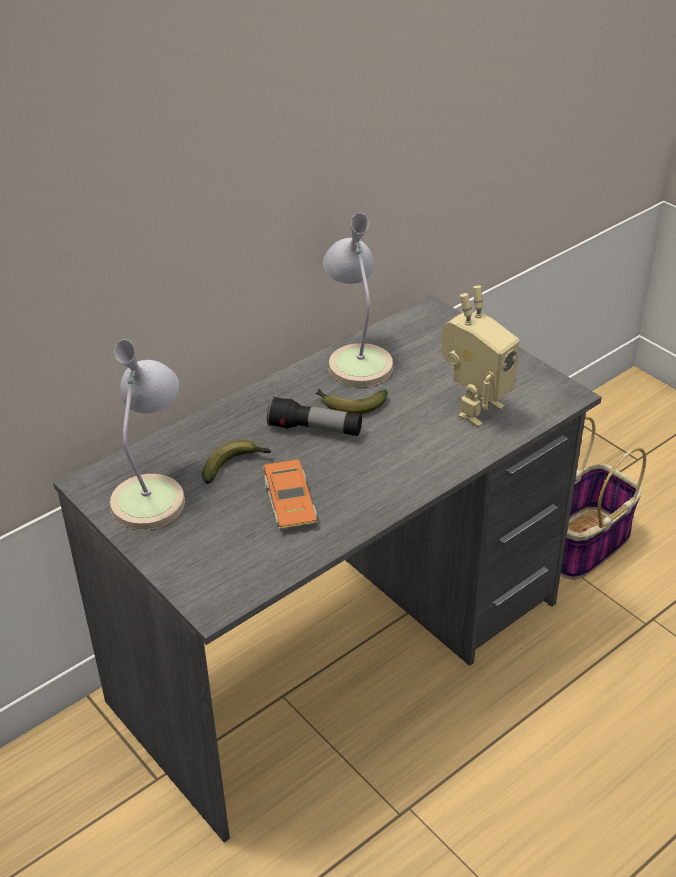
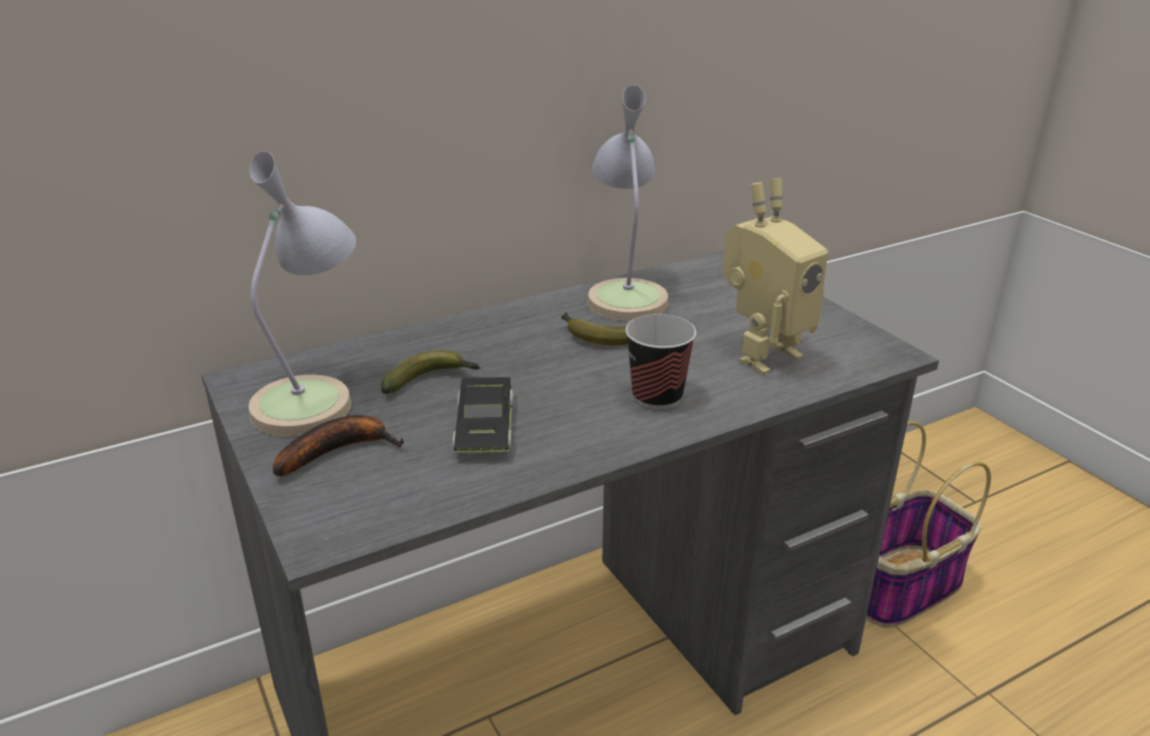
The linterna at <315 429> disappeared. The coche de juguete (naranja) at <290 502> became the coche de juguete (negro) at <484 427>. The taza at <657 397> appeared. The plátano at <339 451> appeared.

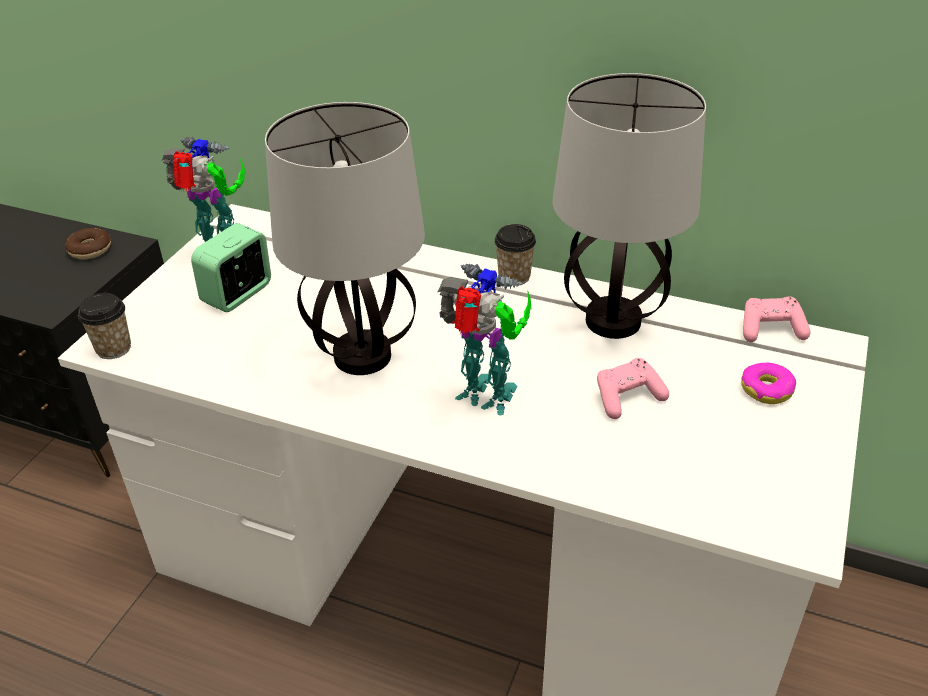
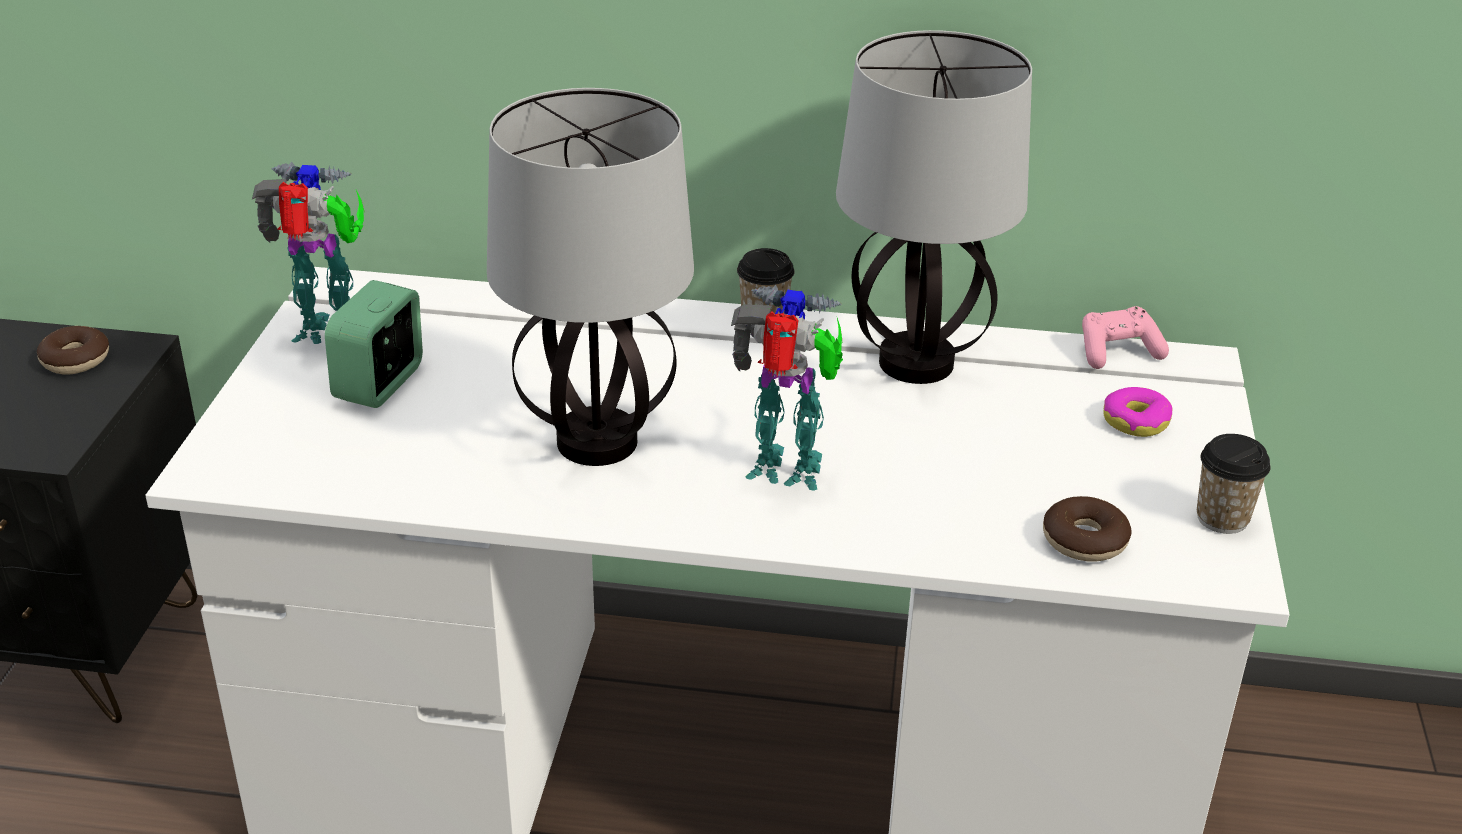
The taza moved from <114 348> to <1222 518>. The mando de consola (rosa) at <627 397> disappeared. The rosquilla at <1084 541> appeared.

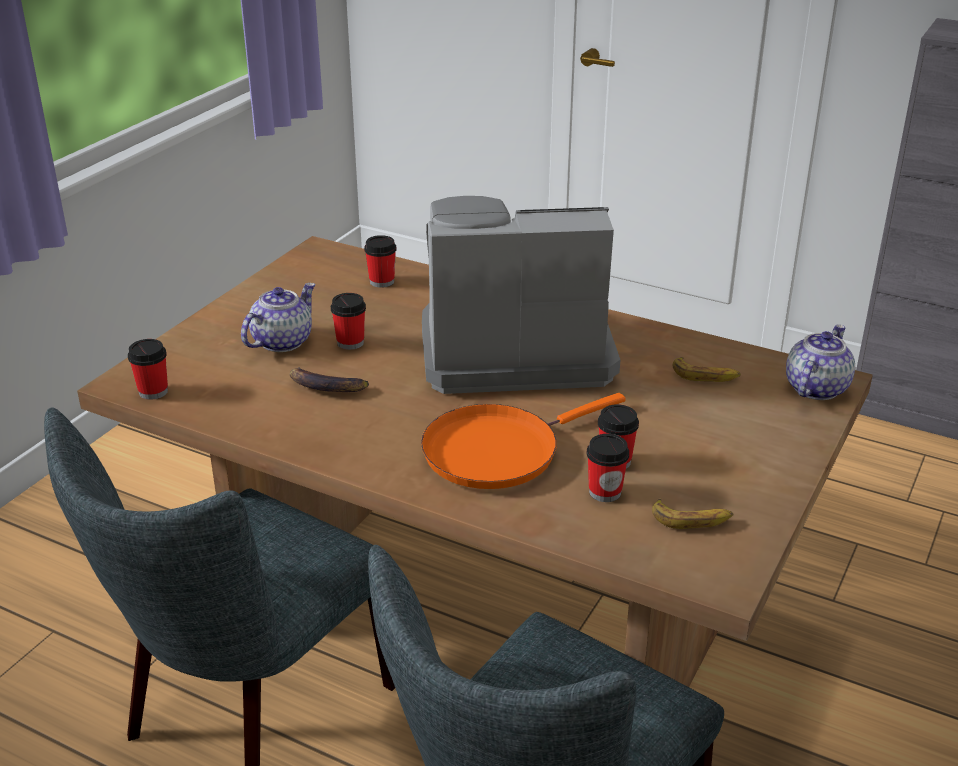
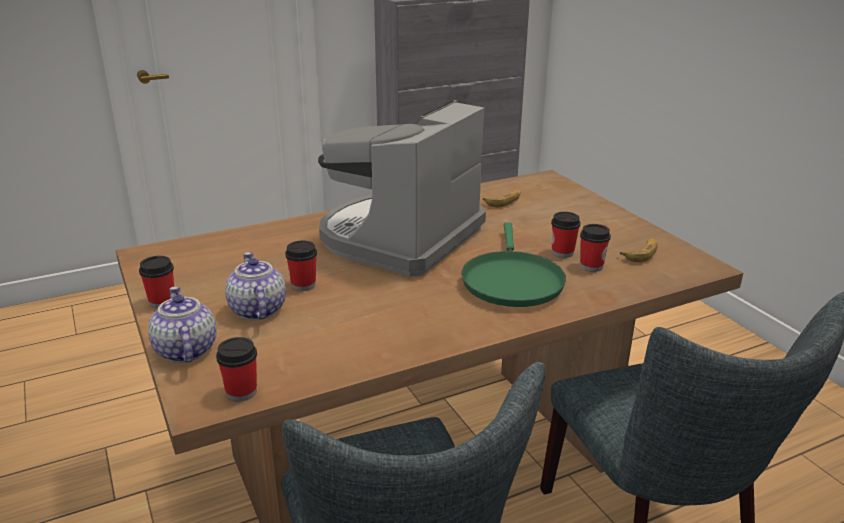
The taza moved from <382 281> to <162 302>. The tetera moved from <815 388> to <184 350>. The plátano at <325 387> disappeared. The sartén (naranja) at <498 450> became the sartén (verde) at <511 281>.

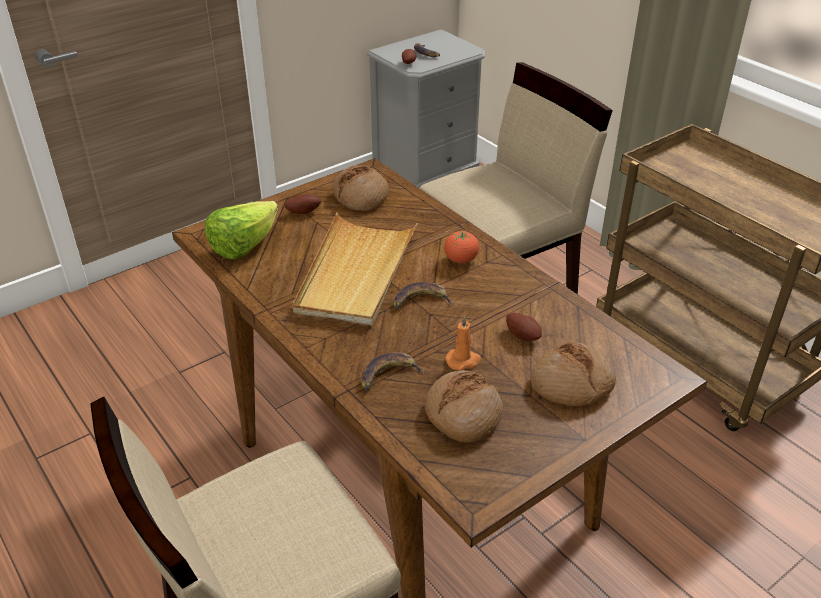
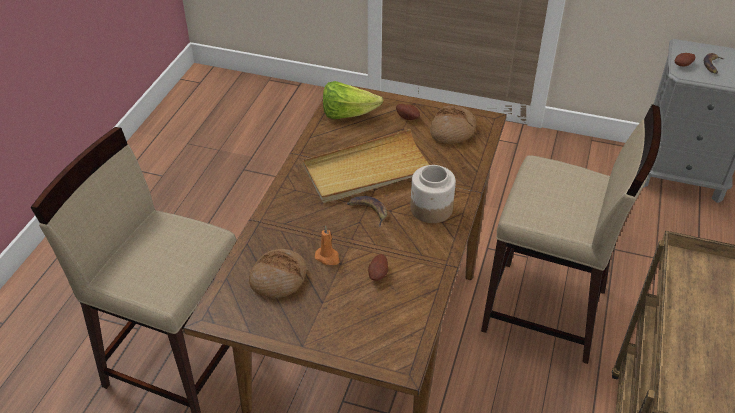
The tomate at <461 260> was replaced by the tarro at <431 209>. The pan at <571 385> disappeared. The plátano at <388 375> disappeared.

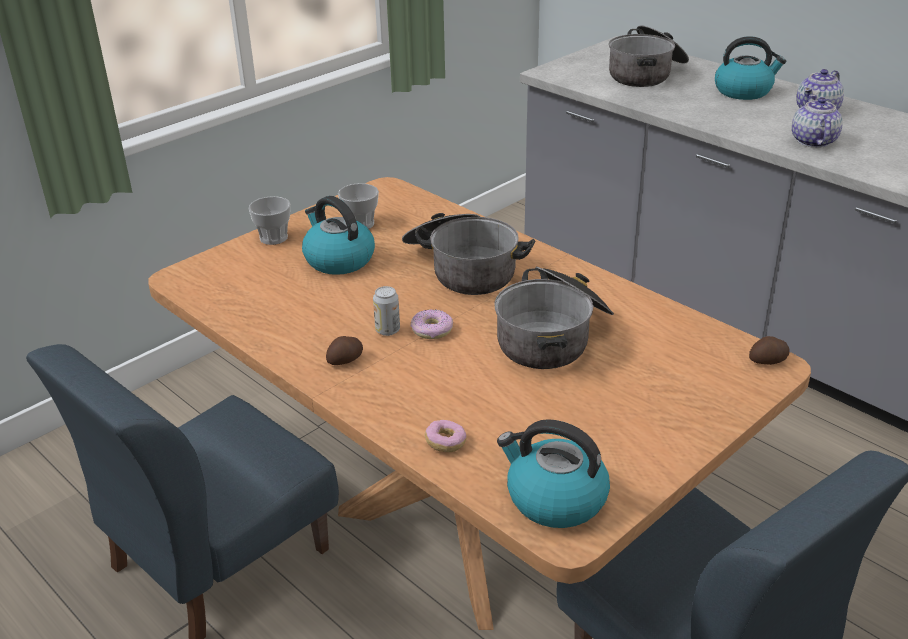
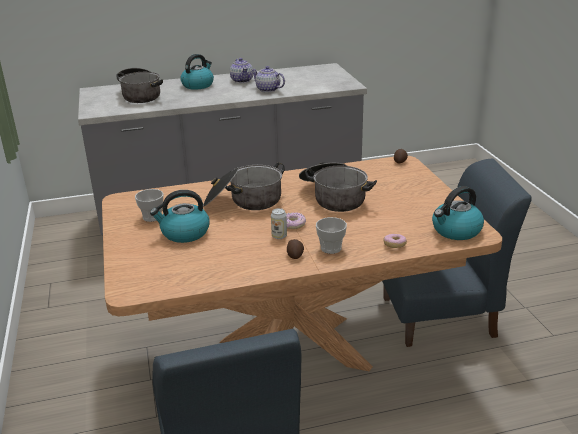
The taza moved from <273 238> to <331 248>.

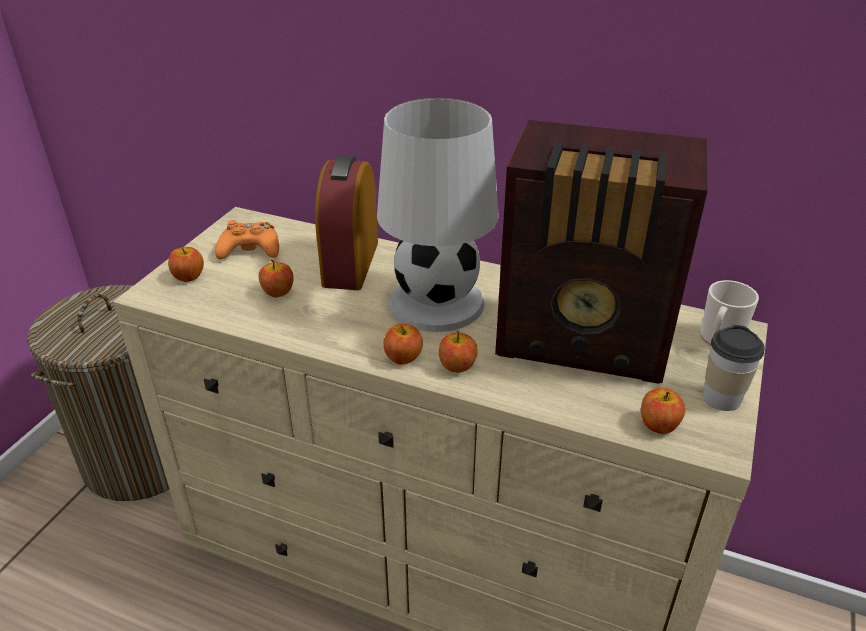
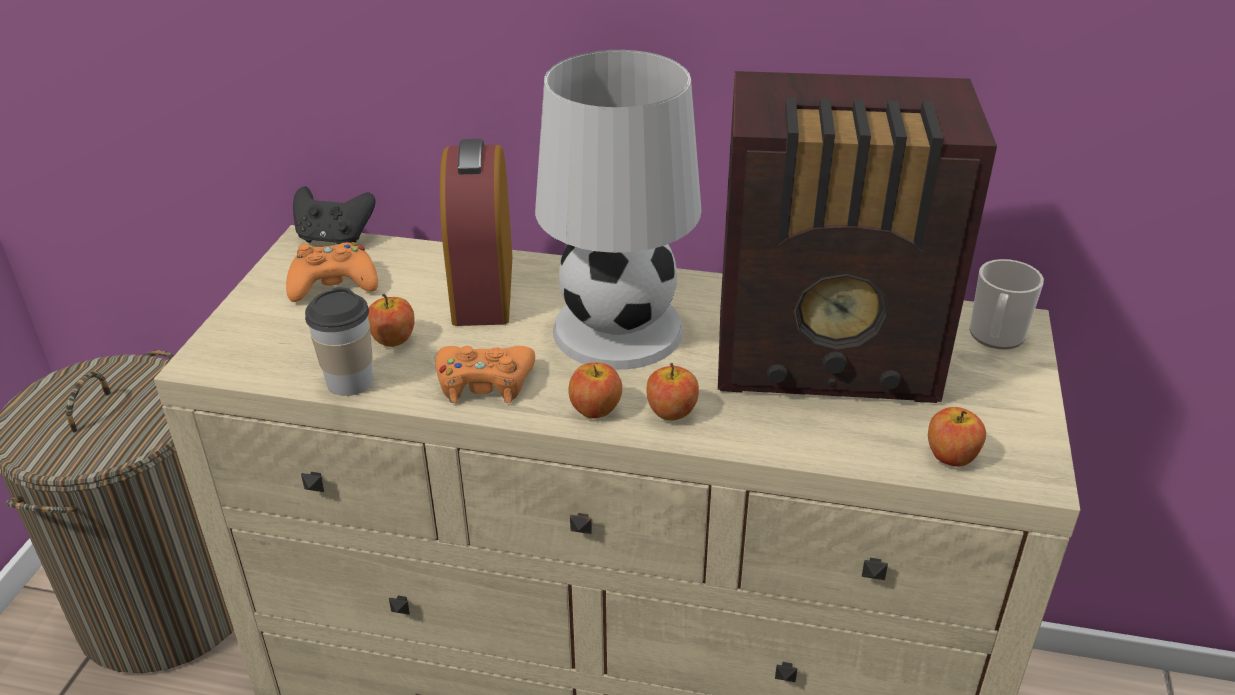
The manzana at <189 277> disappeared. The taza moved from <721 398> to <350 381>. The mando de consola (negro) at <335 239> appeared. The mando de consola (naranja) at <484 382> appeared.

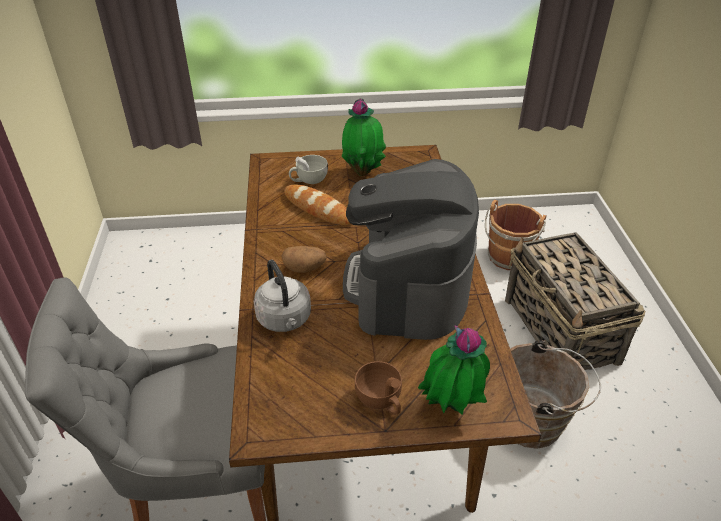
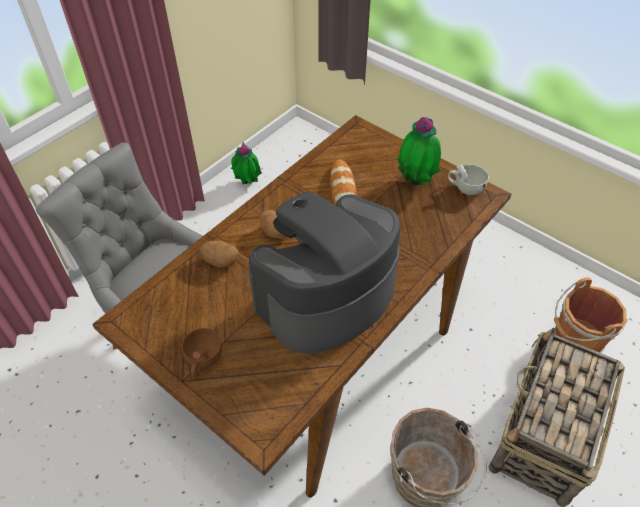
The taza (blanco) moved from <308 180> to <465 188>. The hervidor (gris) at <285 320> was replaced by the patata at <220 261>. The planta en maceta moved from <450 409> to <247 184>.

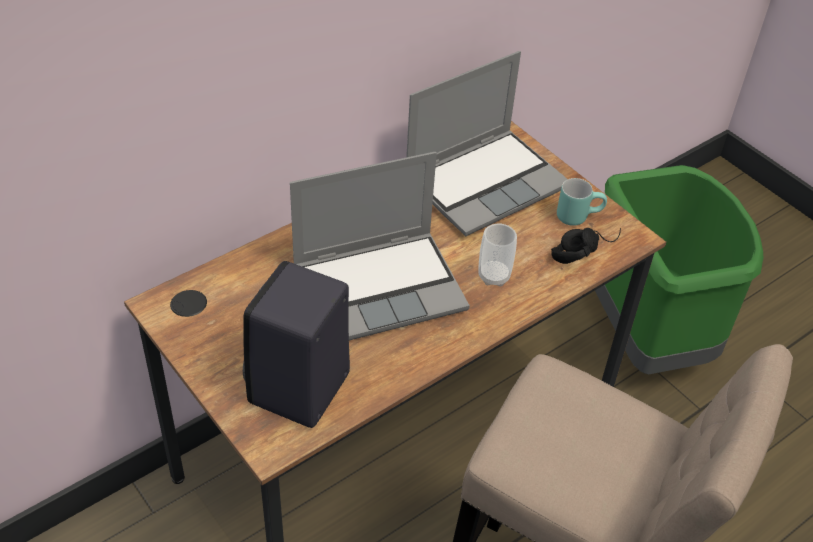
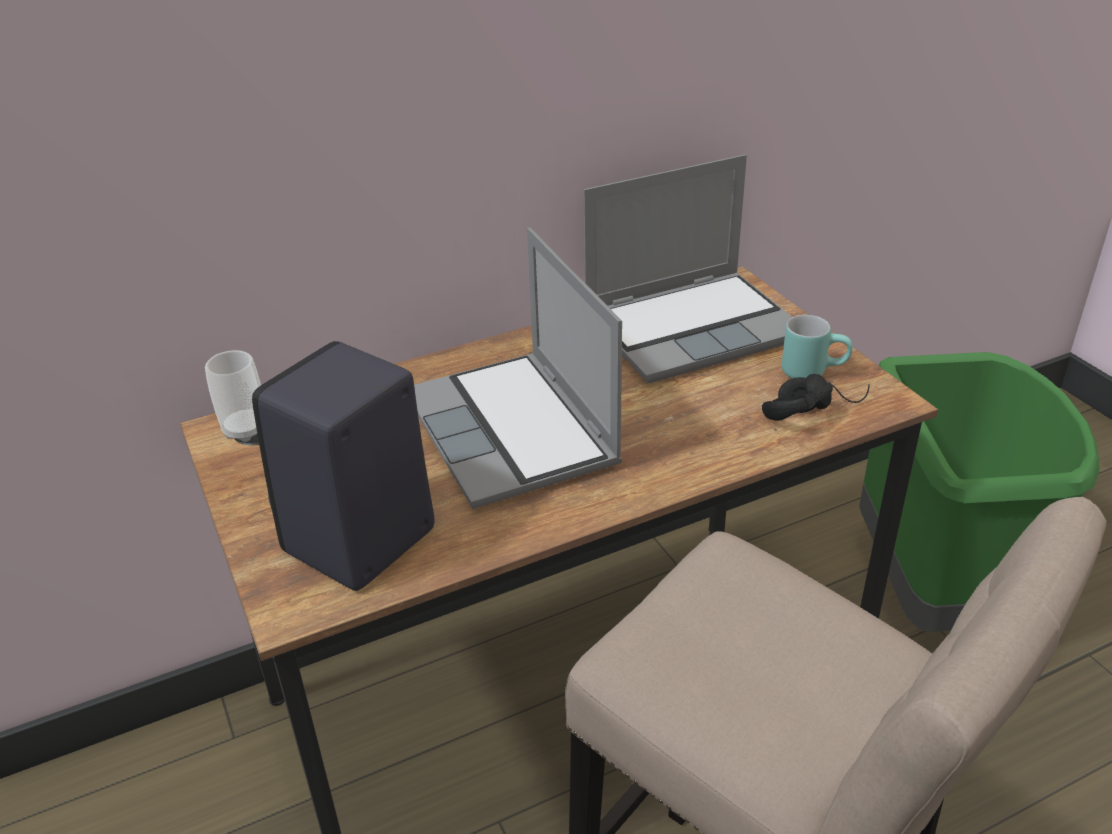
The portátil at <380 287> turned 75 degrees clockwise. The taza moved from <494 276> to <245 430>.

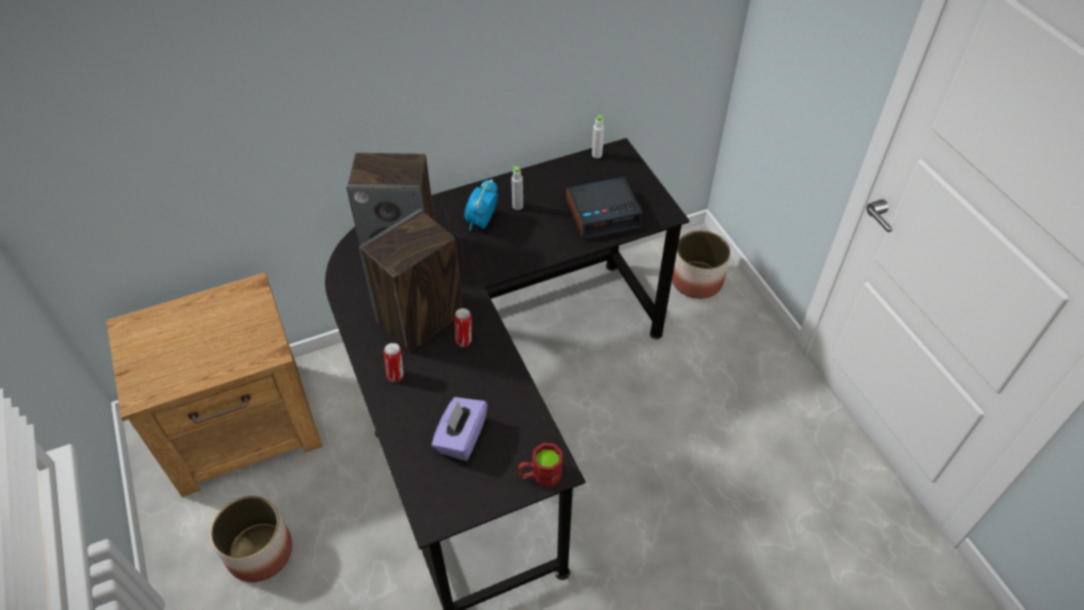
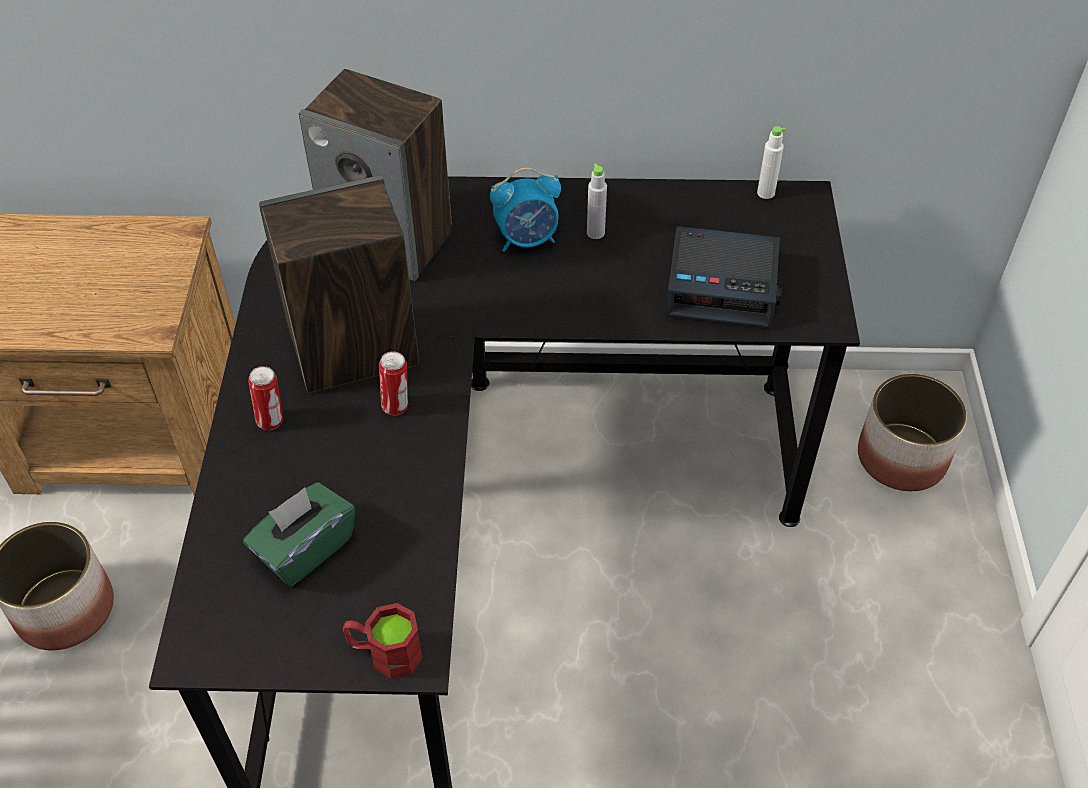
The despertador at <481 222> turned 150 degrees counterclockwise. The caja de pañuelos (morado) at <461 438> became the caja de pañuelos (verde) at <305 548>.

